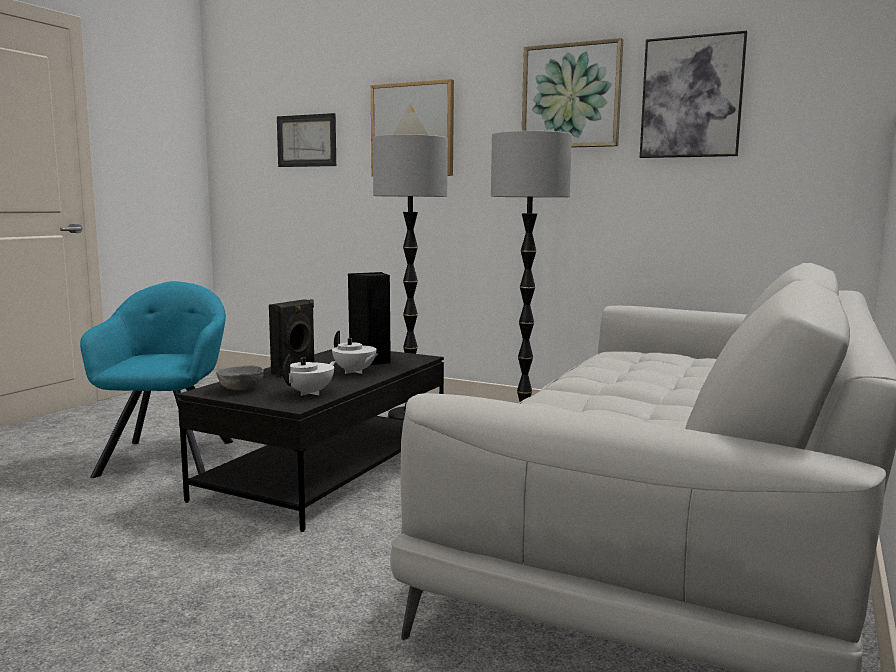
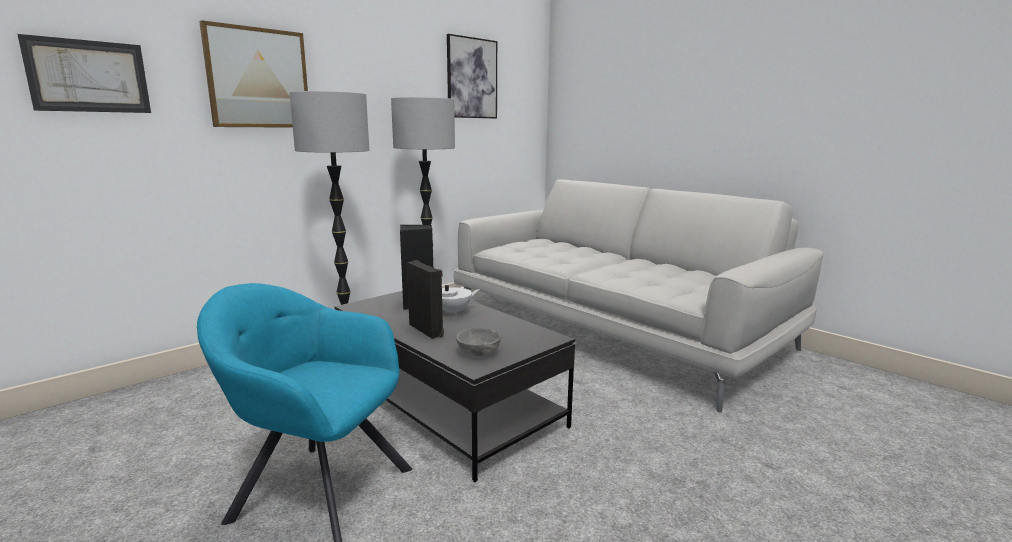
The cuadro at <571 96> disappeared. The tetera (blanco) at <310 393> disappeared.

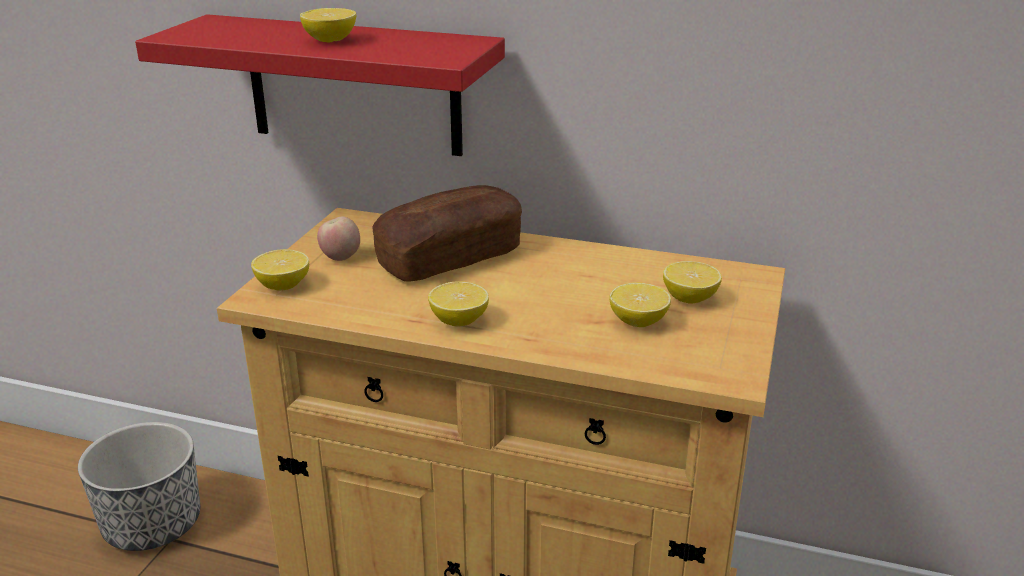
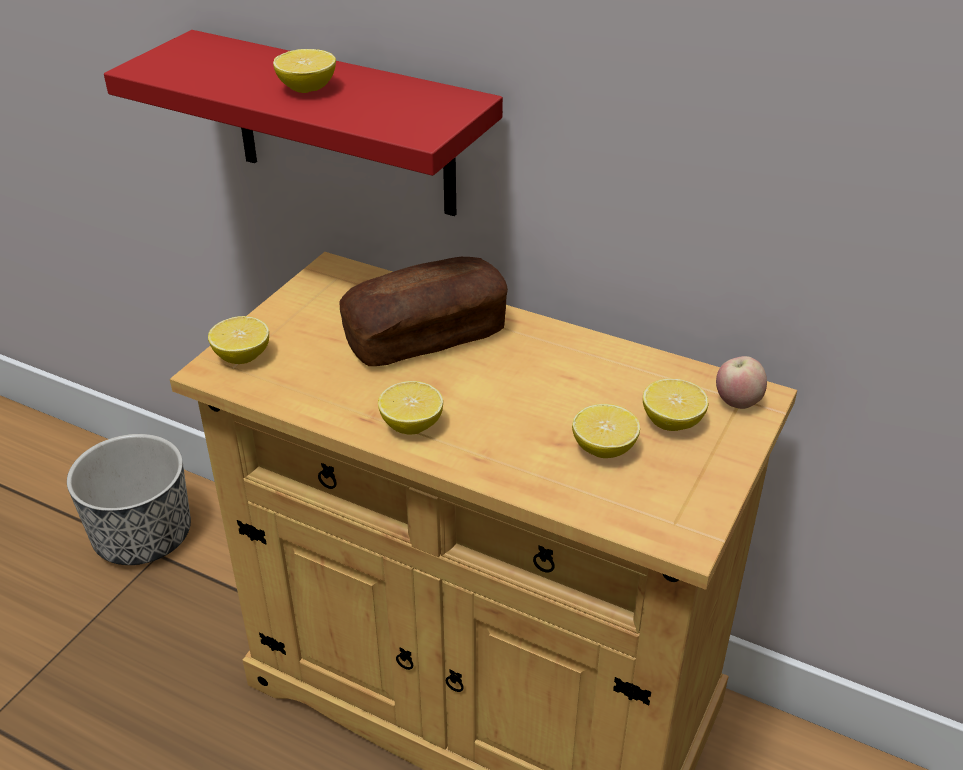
The manzana moved from <341 258> to <737 402>.

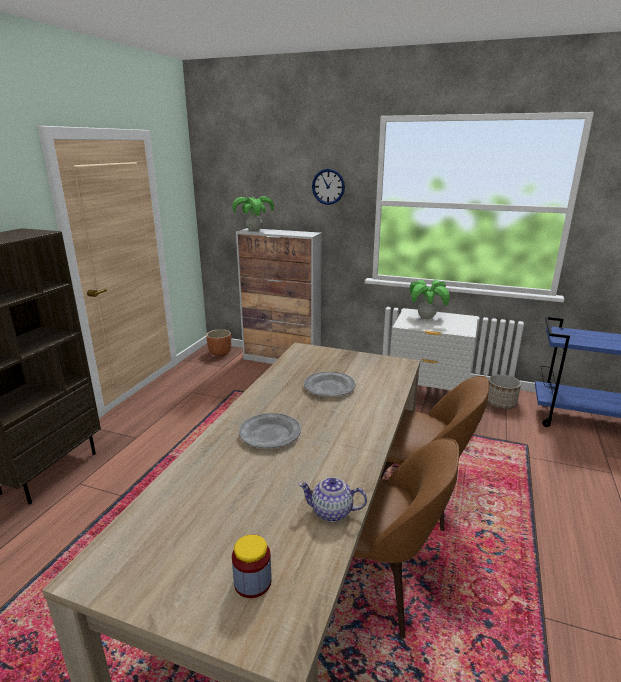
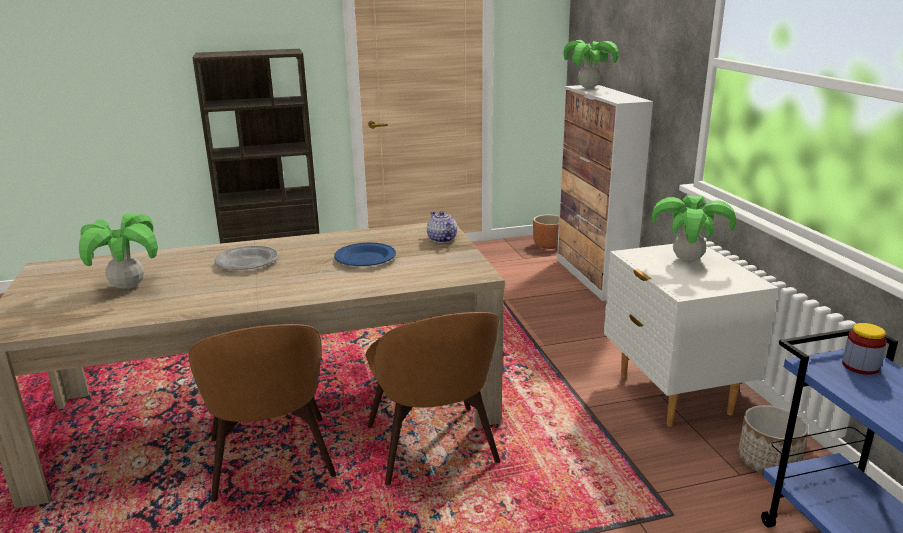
The reloj de pared at <328 186> disappeared. The plato (gris) at <330 387> became the plato (azul) at <365 259>. The tetera moved from <332 512> to <442 239>. The tarro moved from <252 582> to <860 366>. The planta en maceta at <127 286> appeared.

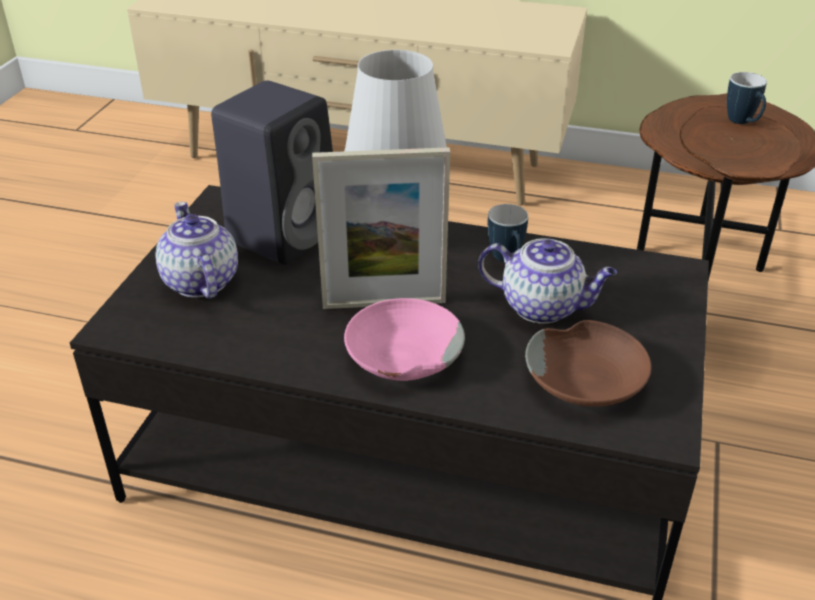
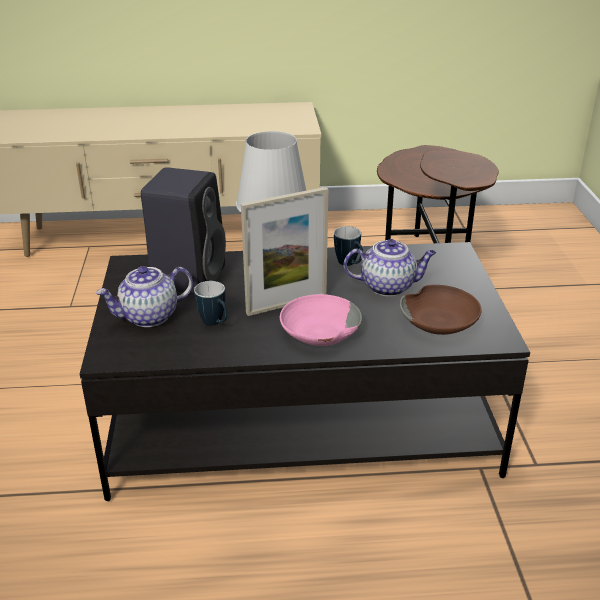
The taza grande moved from <743 123> to <215 323>. The tetera at <199 281> turned 75 degrees counterclockwise.

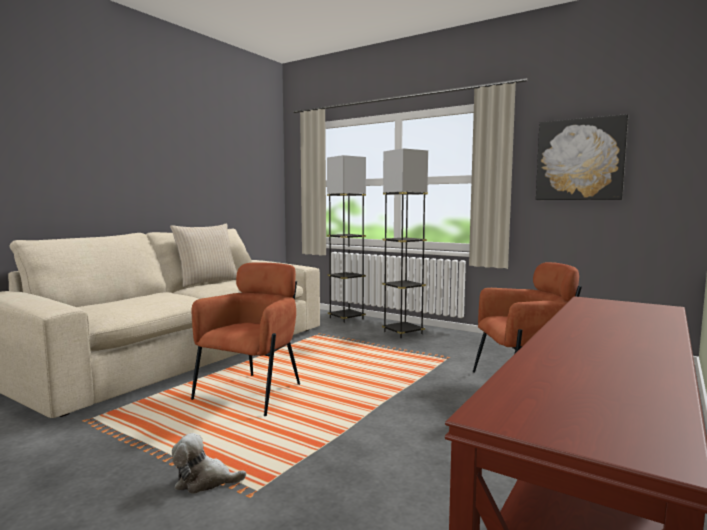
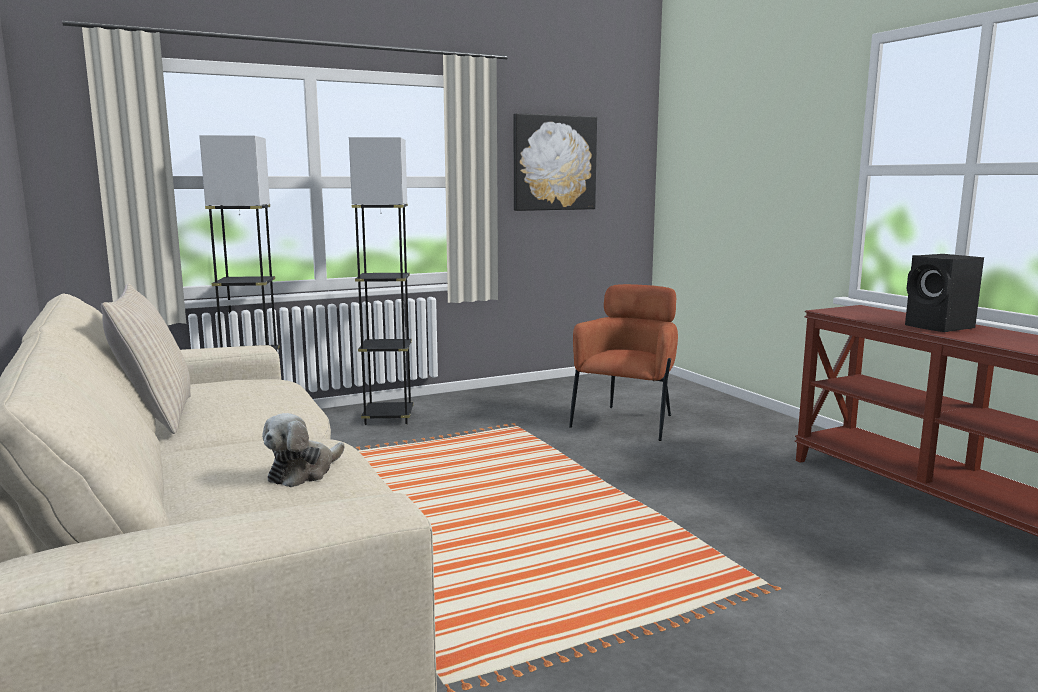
The sillón (marrón) at <252 393> disappeared. The peluche moved from <204 481> to <303 472>. The altavoz (negro) at <941 327> appeared.

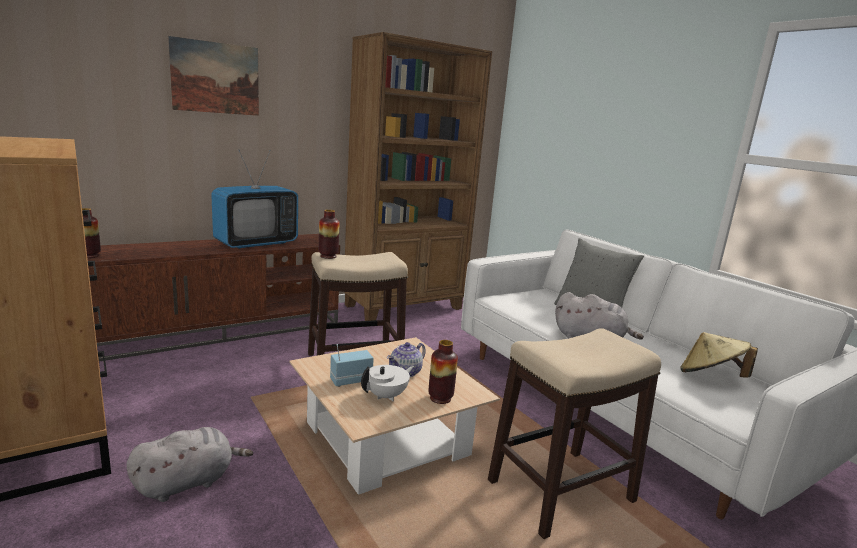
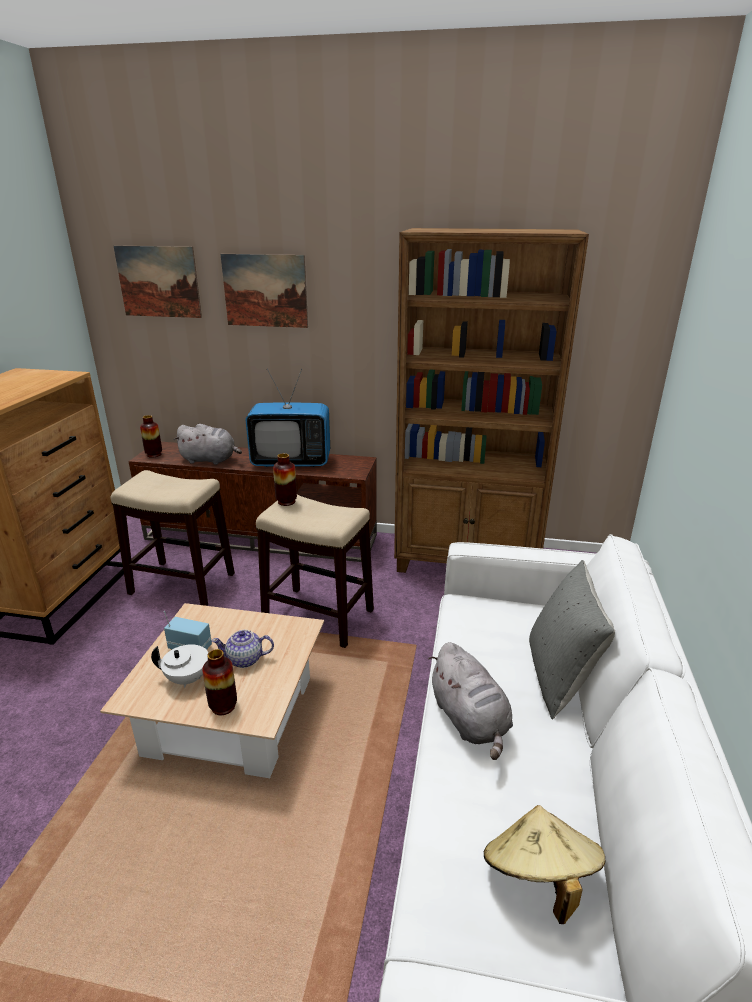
The taburete moved from <562 491> to <183 584>. The peluche (gris) moved from <188 482> to <210 460>. The cuadro at <158 282> appeared.

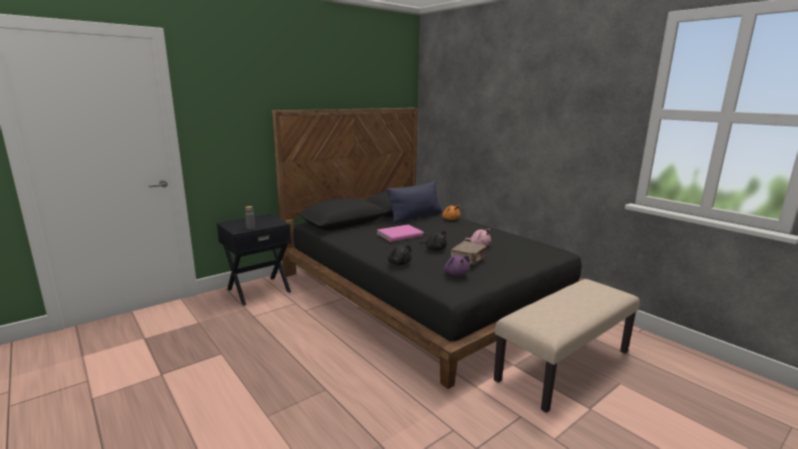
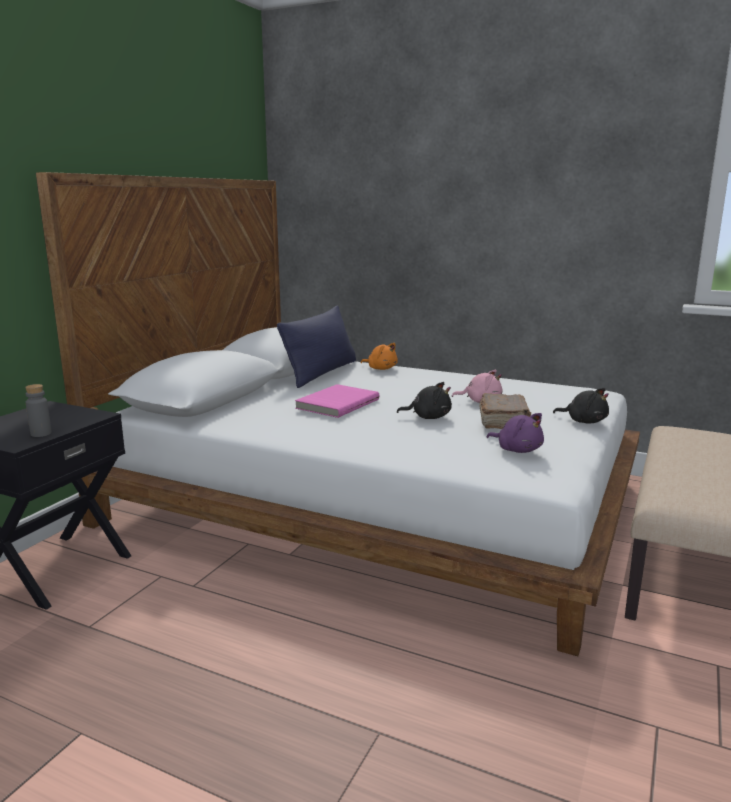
The cama (negro) at <423 292> became the cama (blanco) at <378 501>. The peluche (negro) moved from <399 263> to <584 421>.

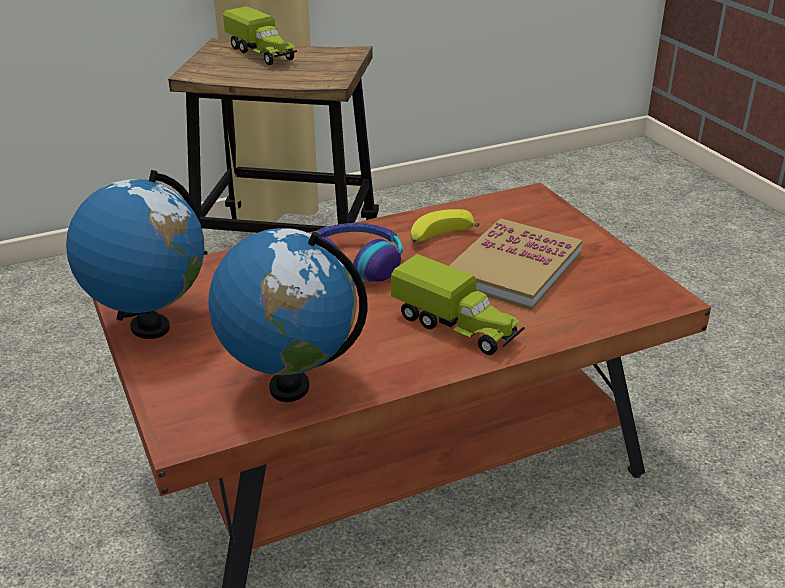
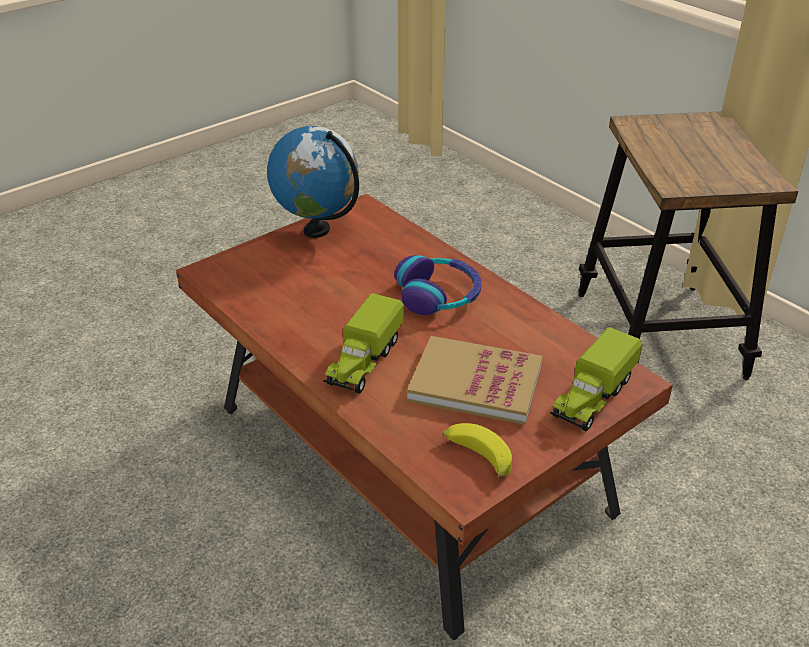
The camión de juguete moved from <261 54> to <592 398>. The plátano moved from <440 237> to <476 456>. The globo terráqueo at <290 387> disappeared.

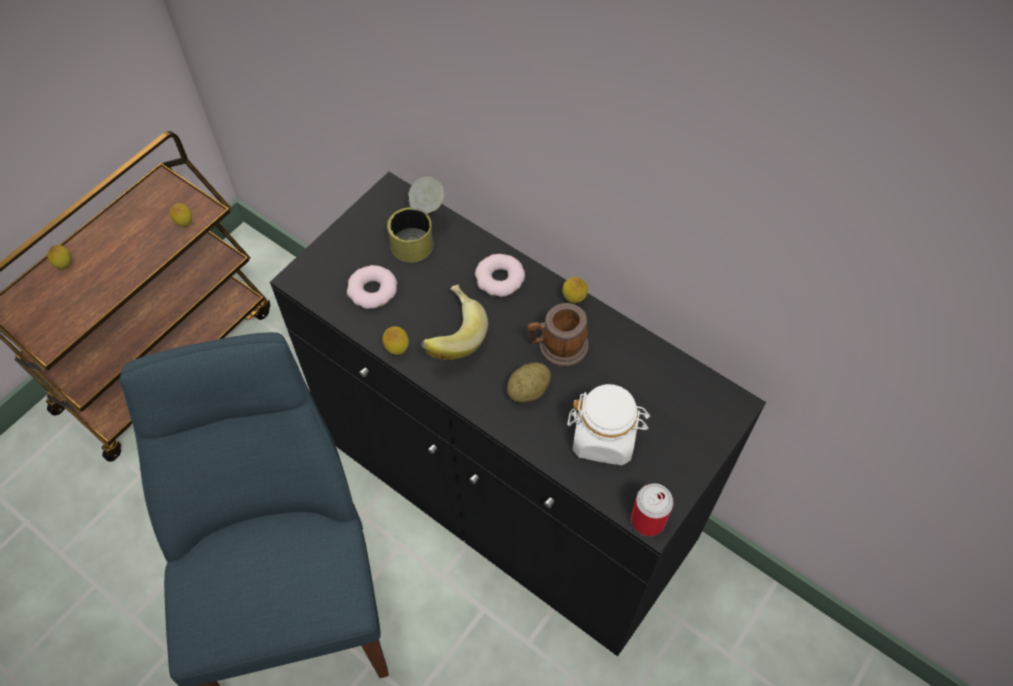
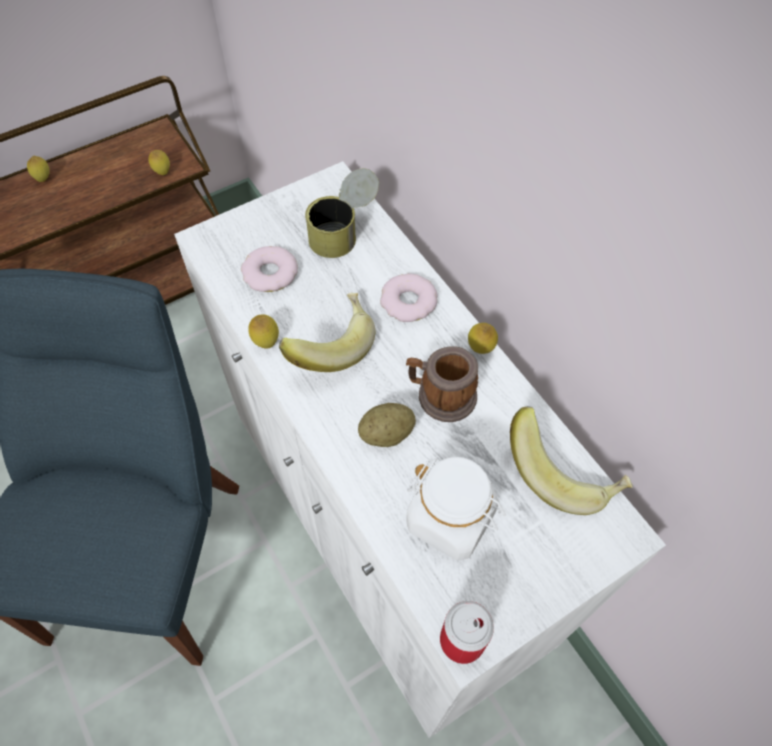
The armario (negro) at <507 491> became the armario (blanco) at <385 525>. The plátano at <563 472> appeared.

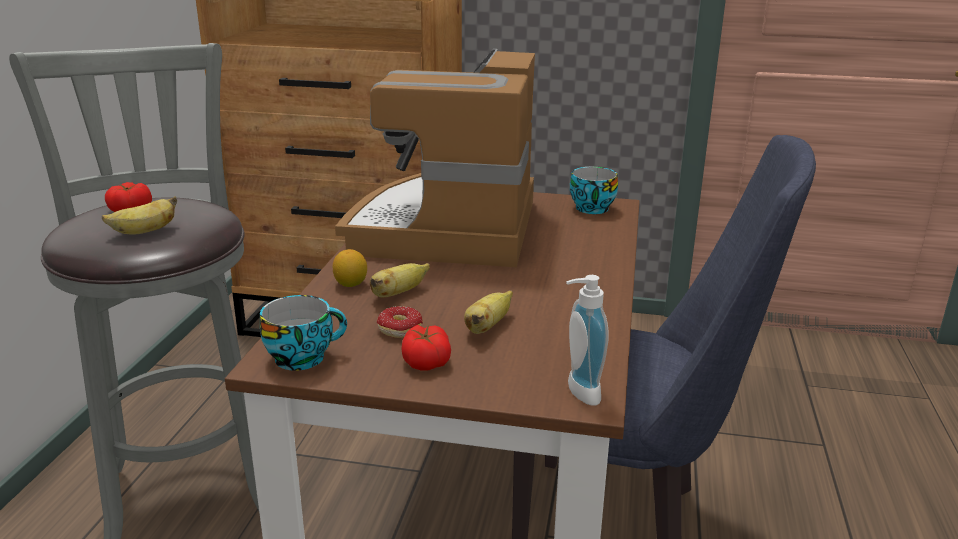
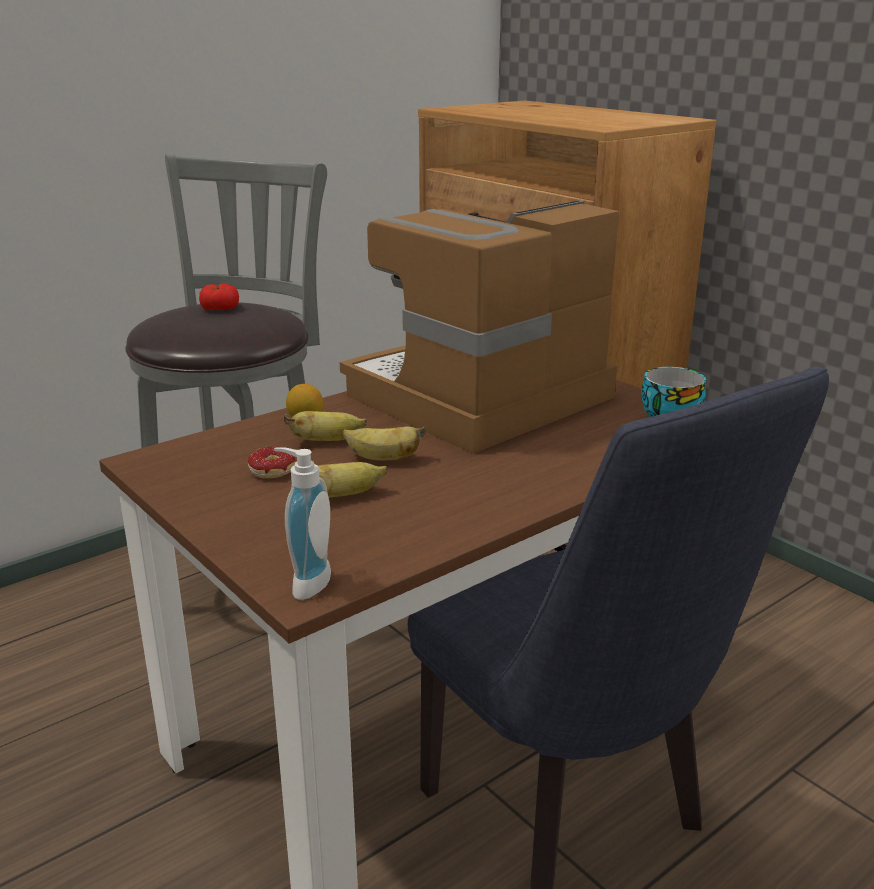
The plátano moved from <144 232> to <382 458>. The taza at <303 356> disappeared. The tomate at <426 361> disappeared.

